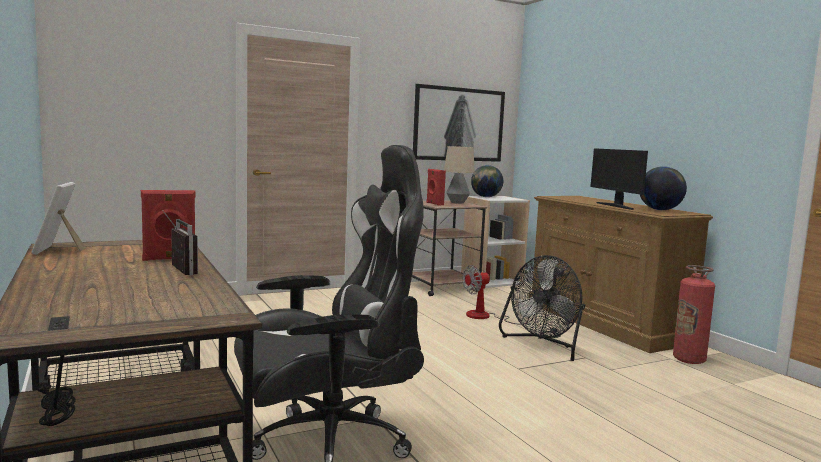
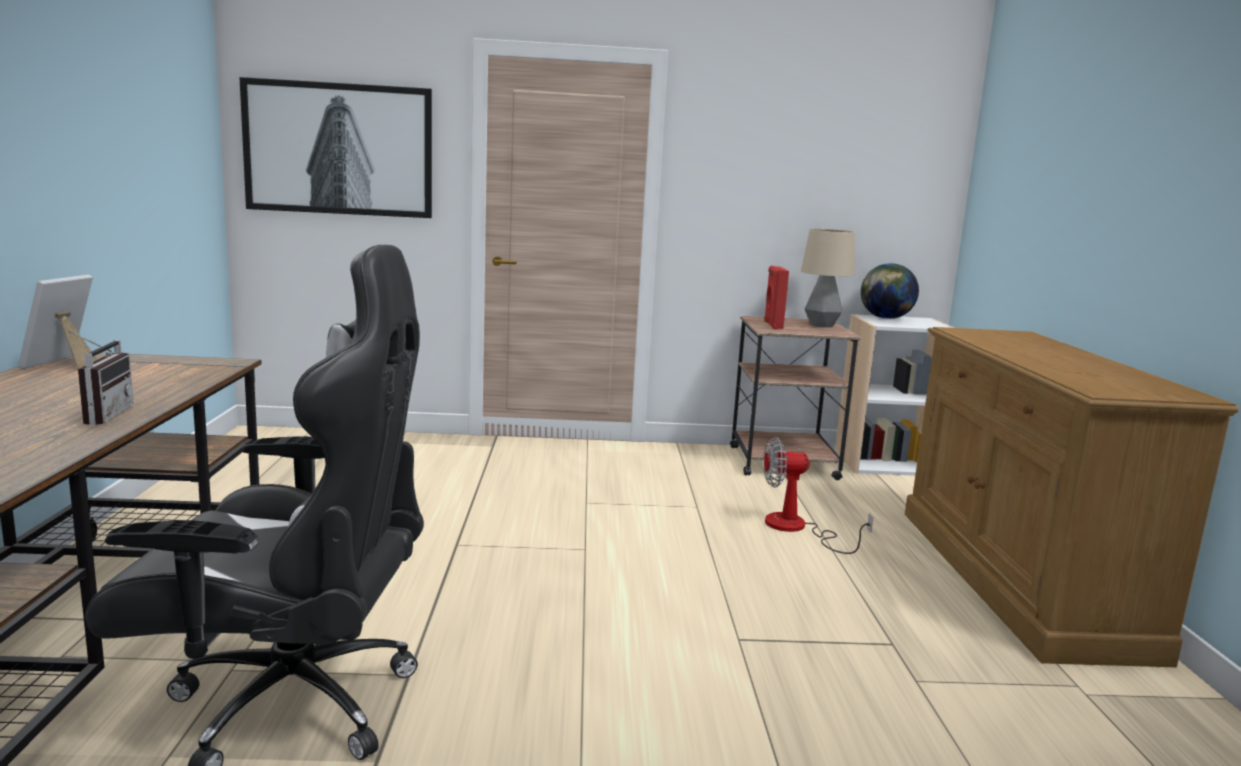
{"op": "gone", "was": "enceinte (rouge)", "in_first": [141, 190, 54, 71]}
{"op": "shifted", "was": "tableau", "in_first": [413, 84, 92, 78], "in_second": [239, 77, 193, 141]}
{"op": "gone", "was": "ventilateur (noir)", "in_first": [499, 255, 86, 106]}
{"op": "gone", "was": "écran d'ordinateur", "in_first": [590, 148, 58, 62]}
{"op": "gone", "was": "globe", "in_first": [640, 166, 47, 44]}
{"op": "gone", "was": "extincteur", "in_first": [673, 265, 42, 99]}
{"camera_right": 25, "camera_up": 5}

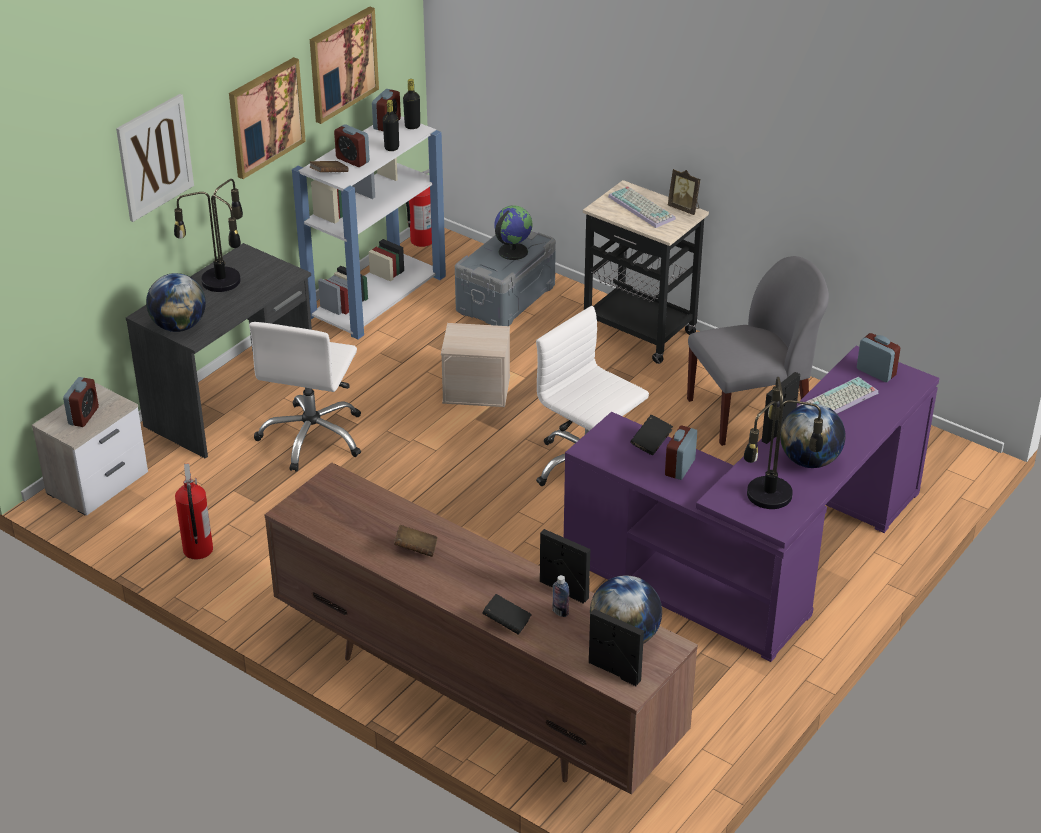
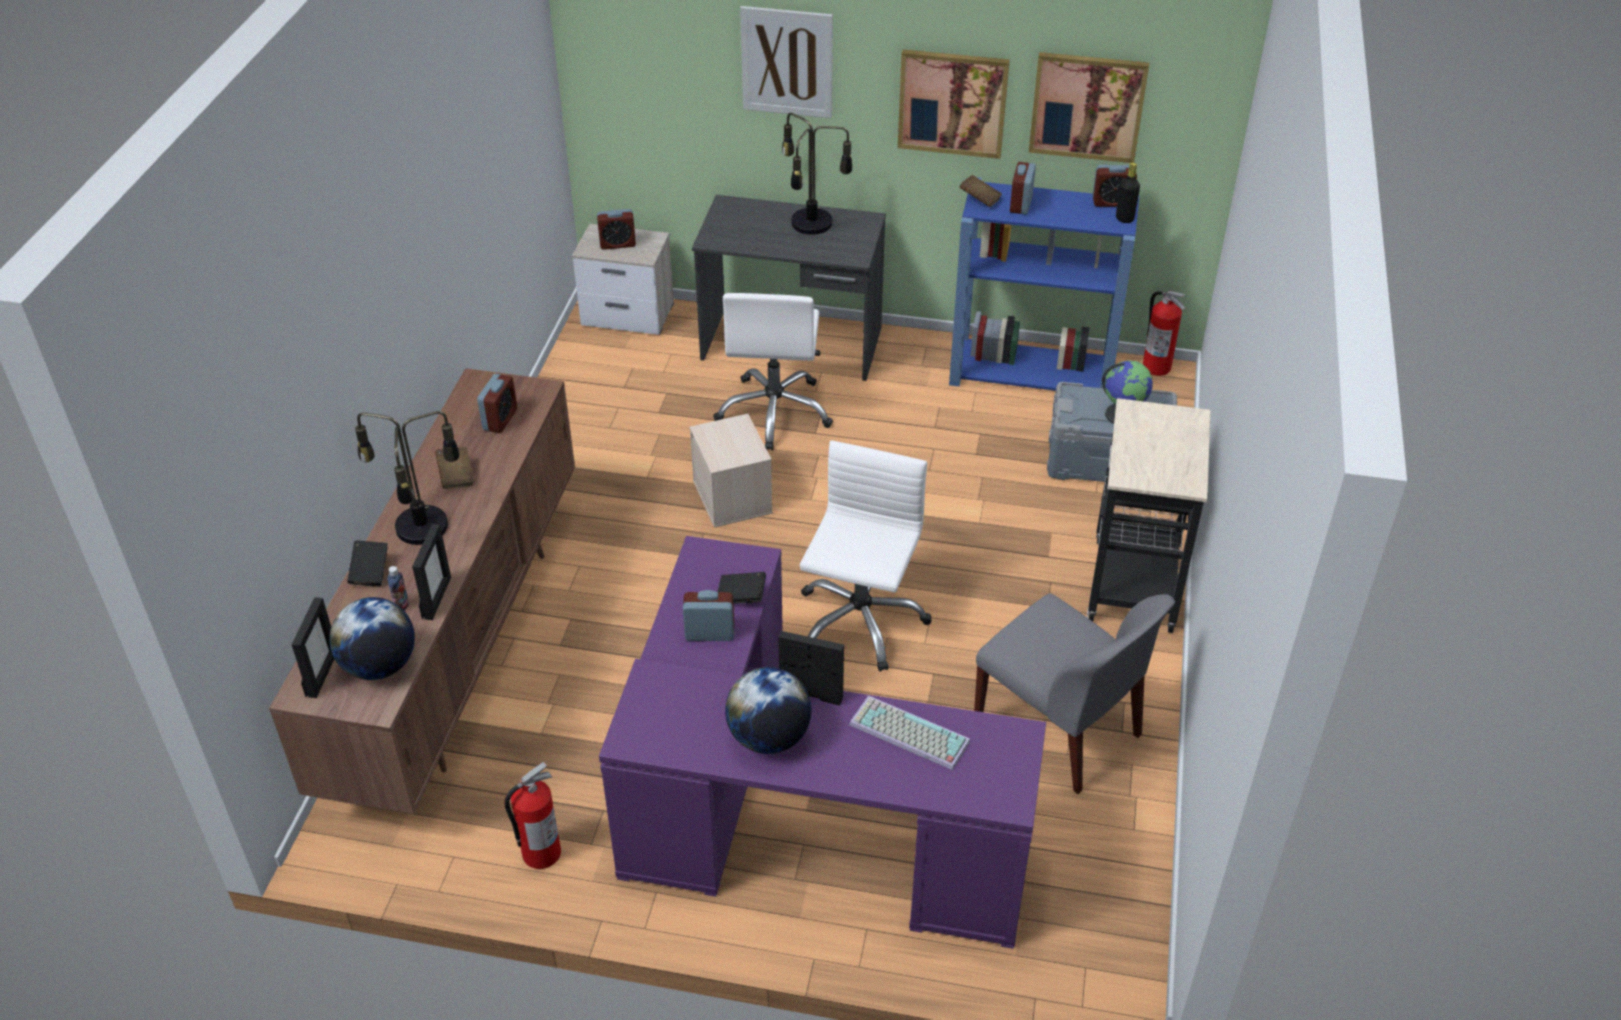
{"op": "gone", "was": "globe", "in_first": [146, 273, 60, 59]}
{"op": "shifted", "was": "extincteur", "in_first": [175, 463, 38, 97], "in_second": [504, 762, 57, 107]}
{"op": "rotated", "was": "chaise de bureau (blanc)", "in_first": [249, 322, 112, 150], "in_second": [713, 293, 120, 157], "clockwise": -75}
{"op": "repainted", "was": "bibliothèque (blanc)", "now": "bibliothèque (bleu)", "in_first": [292, 116, 154, 224], "in_second": [949, 177, 191, 214]}
{"op": "gone", "was": "bouteille (noir)", "in_first": [383, 100, 16, 51]}
{"op": "shifted", "was": "boîte de rangement (beige)", "in_first": [441, 323, 69, 84], "in_second": [689, 414, 84, 114]}
{"op": "gone", "was": "clavier", "in_first": [608, 186, 68, 42]}
{"op": "gone", "was": "cadre photo", "in_first": [668, 169, 32, 46]}
{"op": "shifted", "was": "lampe de table", "in_first": [744, 377, 79, 132], "in_second": [355, 411, 104, 134]}
{"op": "shifted", "was": "réveil", "in_first": [857, 333, 43, 49], "in_second": [477, 374, 40, 59]}
{"camera_right": 65, "camera_up": 5}

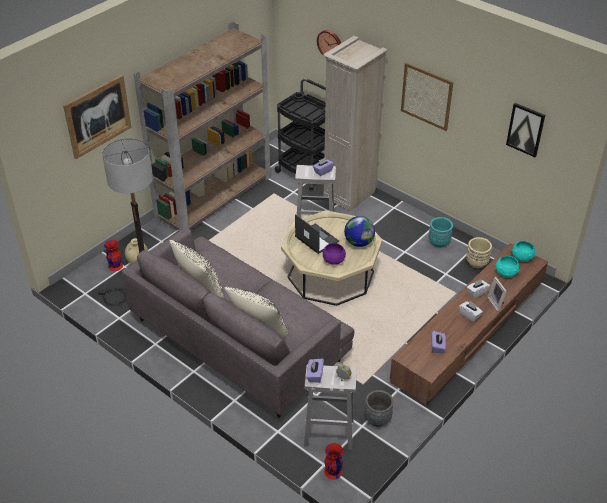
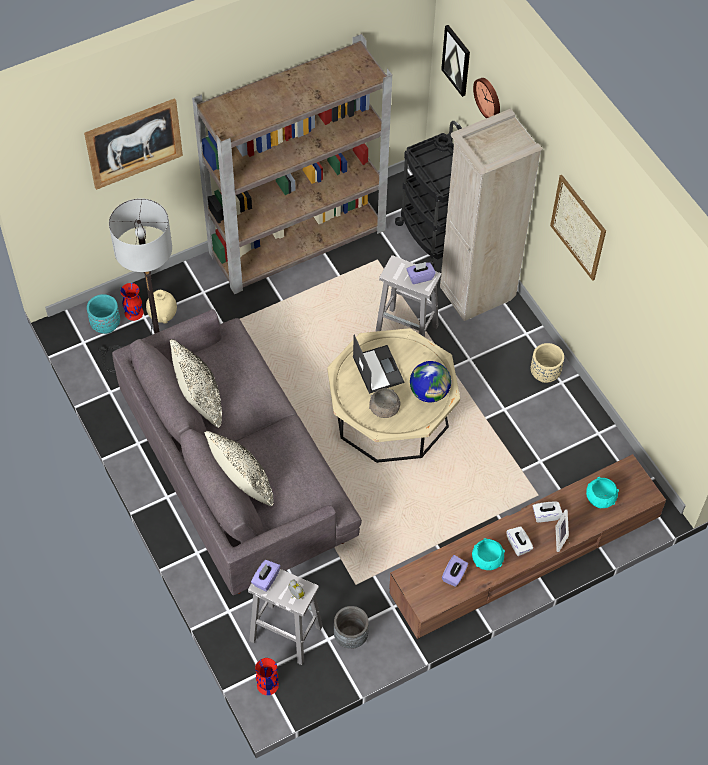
{"op": "repainted", "was": "bol (violet)", "now": "bol (gris)", "in_first": [322, 243, 24, 22], "in_second": [369, 388, 32, 30]}
{"op": "shifted", "was": "cache-pot (turquoise)", "in_first": [429, 217, 24, 30], "in_second": [87, 294, 33, 40]}
{"op": "shifted", "was": "cache-pot (beige)", "in_first": [466, 237, 26, 31], "in_second": [530, 343, 34, 40]}
{"op": "shifted", "was": "tableau", "in_first": [506, 103, 39, 54], "in_second": [441, 25, 29, 72]}
{"op": "shifted", "was": "bol (turquoise)", "in_first": [512, 241, 24, 21], "in_second": [472, 538, 33, 32]}
{"camera_right": 20, "camera_up": 15}

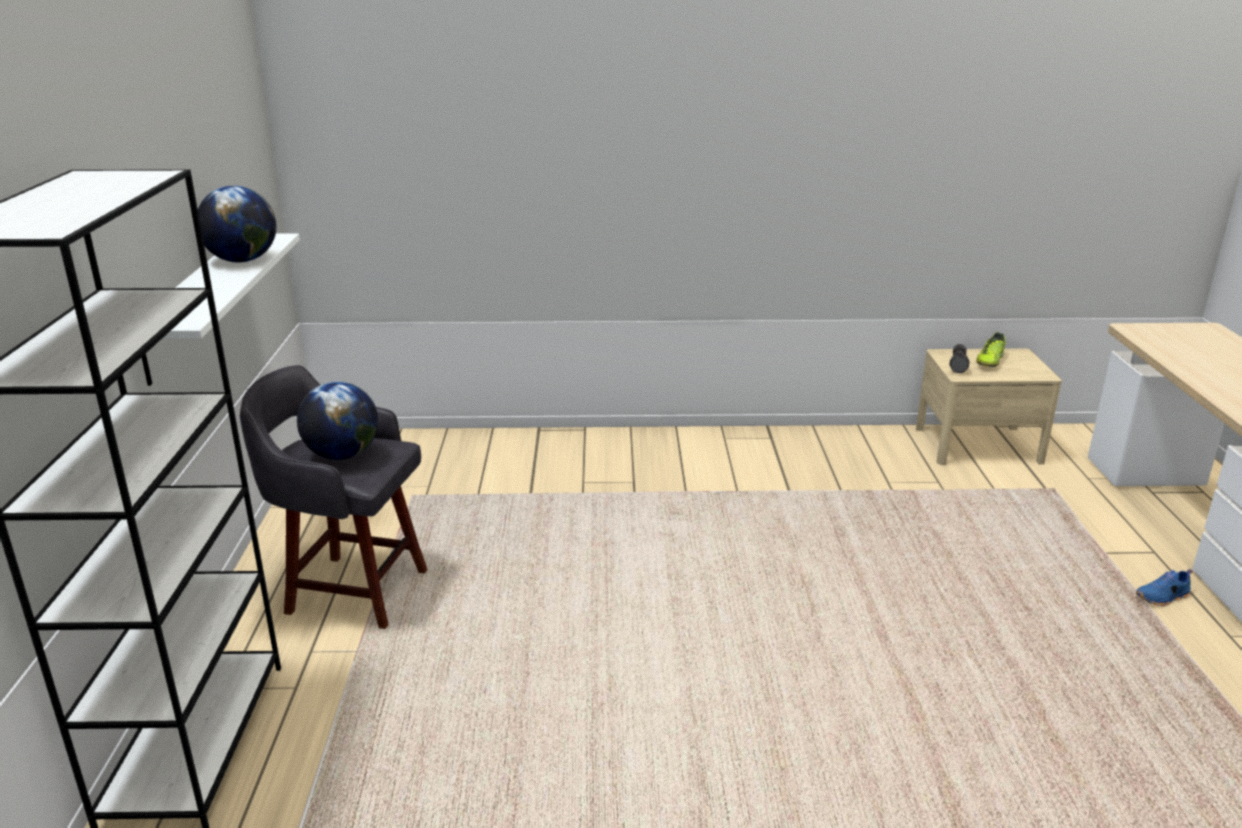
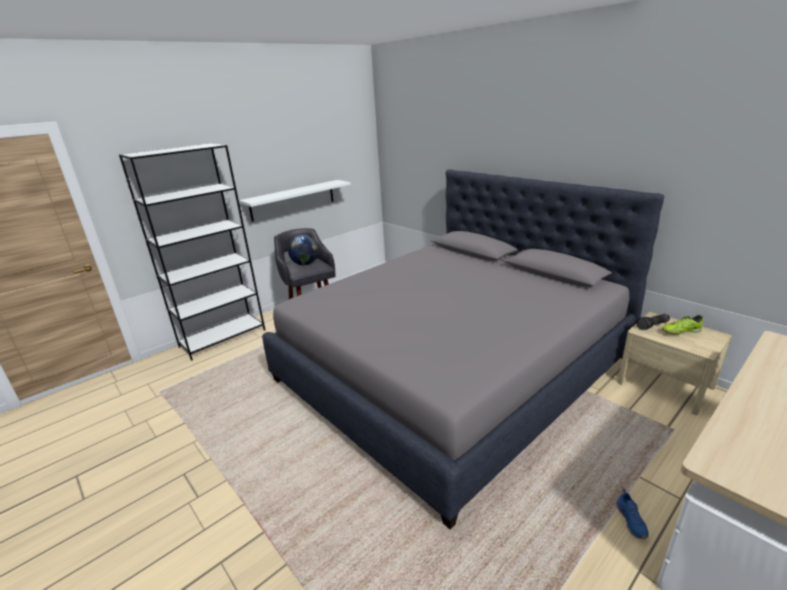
{"op": "gone", "was": "globe", "in_first": [198, 186, 78, 77]}
{"op": "rotated", "was": "chaussure (bleu)", "in_first": [1136, 569, 57, 37], "in_second": [615, 489, 34, 50], "clockwise": -120}
{"op": "new", "now": "lit (gris)", "in_second": [262, 170, 402, 359]}
{"camera_right": 50, "camera_up": 0}

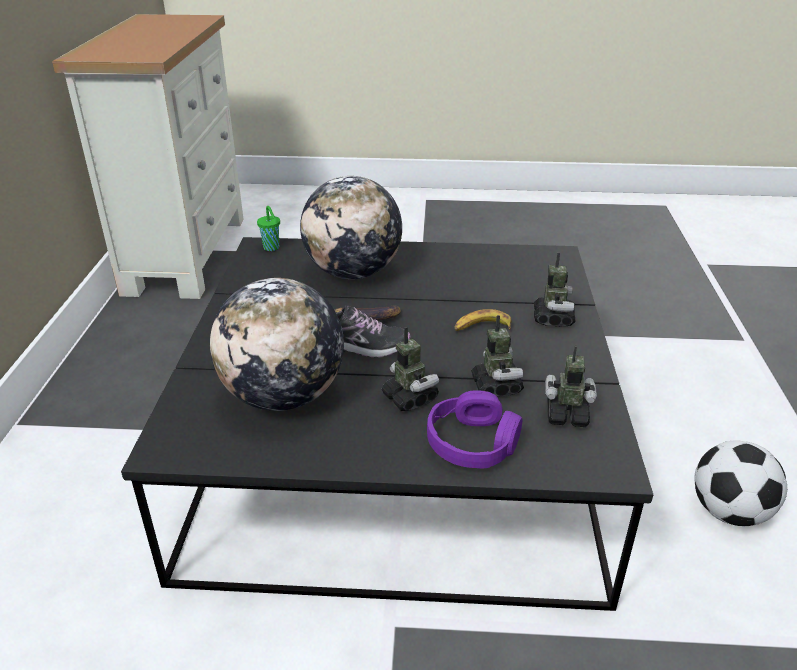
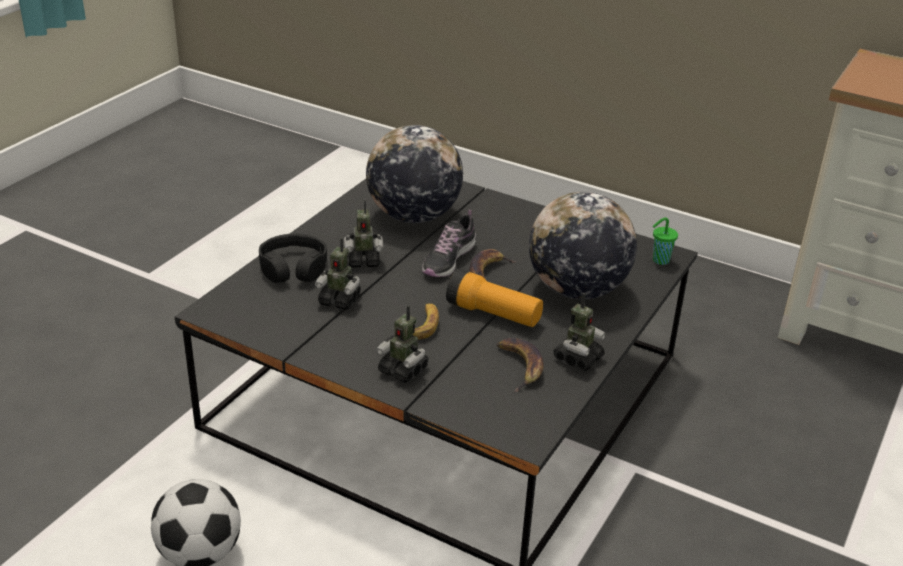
{"op": "repainted", "was": "casque audio (violet)", "now": "casque audio (noir)", "in_first": [427, 390, 95, 79], "in_second": [259, 234, 68, 49]}
{"op": "shifted", "was": "robot jouet", "in_first": [545, 345, 52, 82], "in_second": [553, 293, 53, 78]}
{"op": "new", "now": "lampe de poche", "in_second": [446, 269, 97, 58]}
{"op": "new", "now": "banane", "in_second": [496, 338, 47, 54]}
{"camera_right": 115, "camera_up": 0}

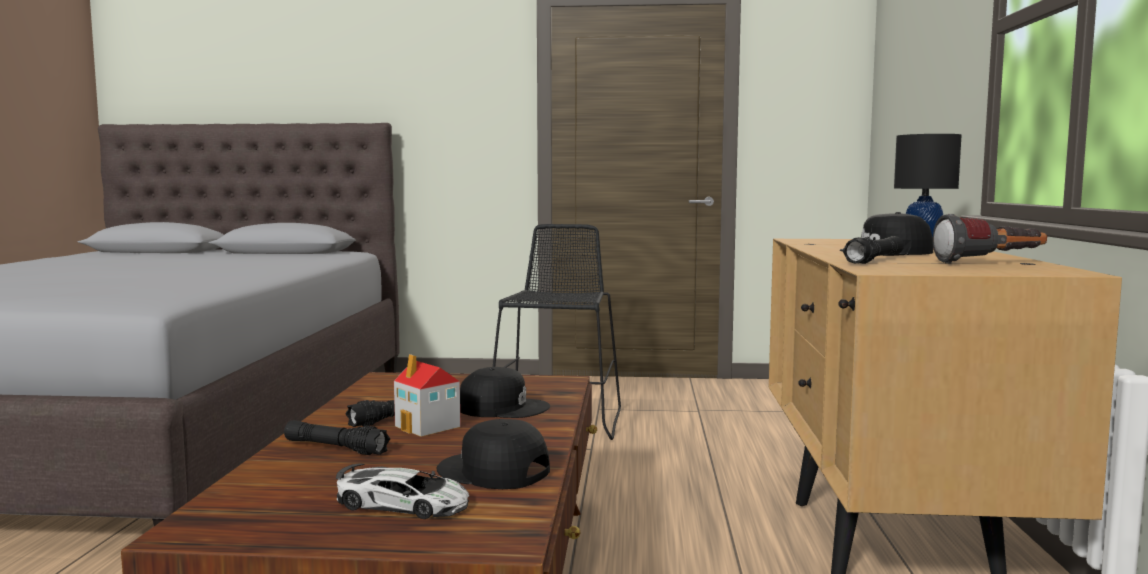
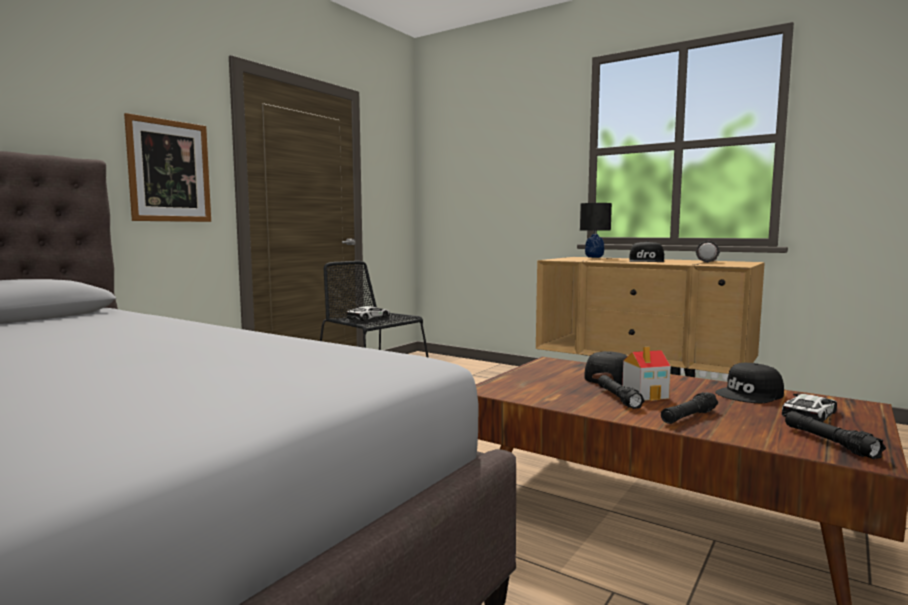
{"op": "shifted", "was": "lampe de poche (noir)", "in_first": [843, 236, 61, 28], "in_second": [785, 411, 101, 48]}
{"op": "new", "now": "tableau", "in_second": [124, 113, 87, 109]}
{"op": "new", "now": "petite voiture", "in_second": [346, 306, 44, 15]}
{"camera_right": -60, "camera_up": 0}

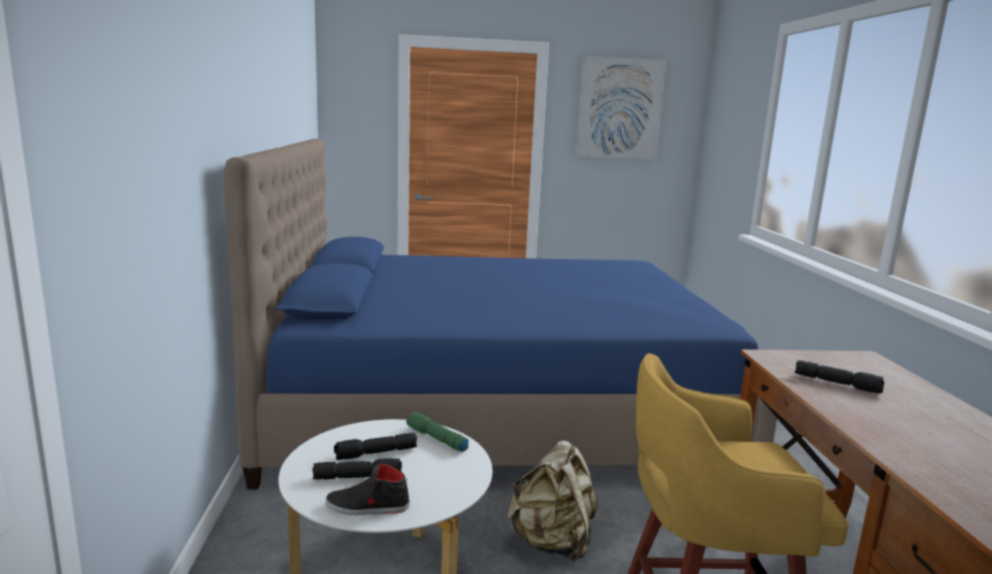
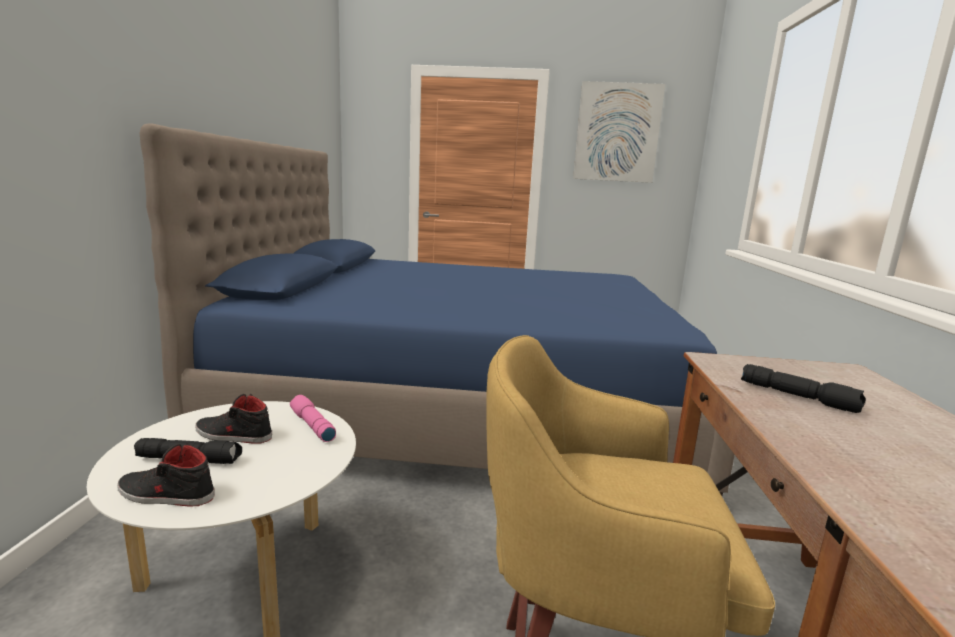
{"op": "swapped", "was": "lampe de poche (noir)", "now": "chaussure (noir)", "in_first": [334, 433, 83, 27], "in_second": [196, 394, 76, 50]}
{"op": "repainted", "was": "lampe de poche (vert)", "now": "lampe de poche (rose)", "in_first": [406, 412, 63, 40], "in_second": [290, 395, 46, 47]}
{"op": "gone", "was": "sac à dos (beige)", "in_first": [507, 440, 91, 123]}
{"camera_right": 10, "camera_up": 0}

